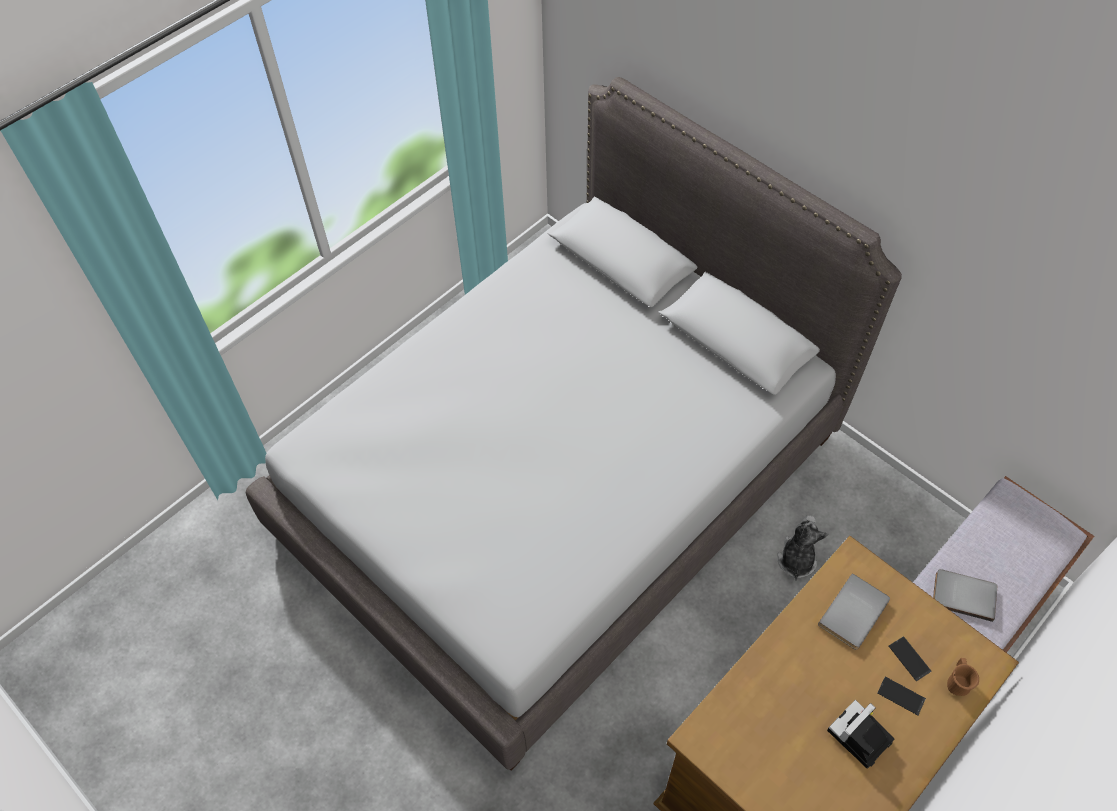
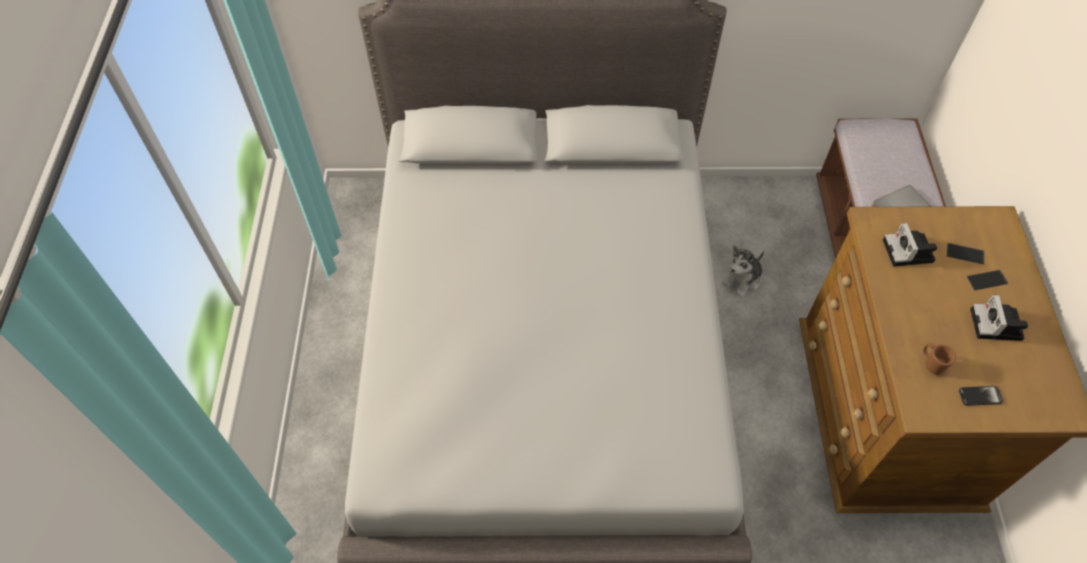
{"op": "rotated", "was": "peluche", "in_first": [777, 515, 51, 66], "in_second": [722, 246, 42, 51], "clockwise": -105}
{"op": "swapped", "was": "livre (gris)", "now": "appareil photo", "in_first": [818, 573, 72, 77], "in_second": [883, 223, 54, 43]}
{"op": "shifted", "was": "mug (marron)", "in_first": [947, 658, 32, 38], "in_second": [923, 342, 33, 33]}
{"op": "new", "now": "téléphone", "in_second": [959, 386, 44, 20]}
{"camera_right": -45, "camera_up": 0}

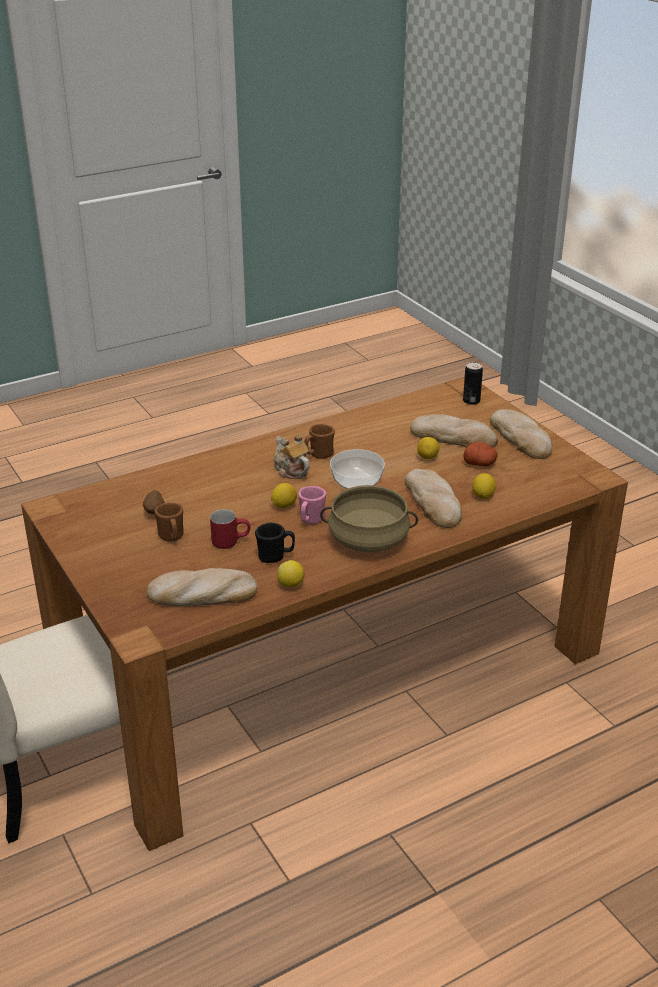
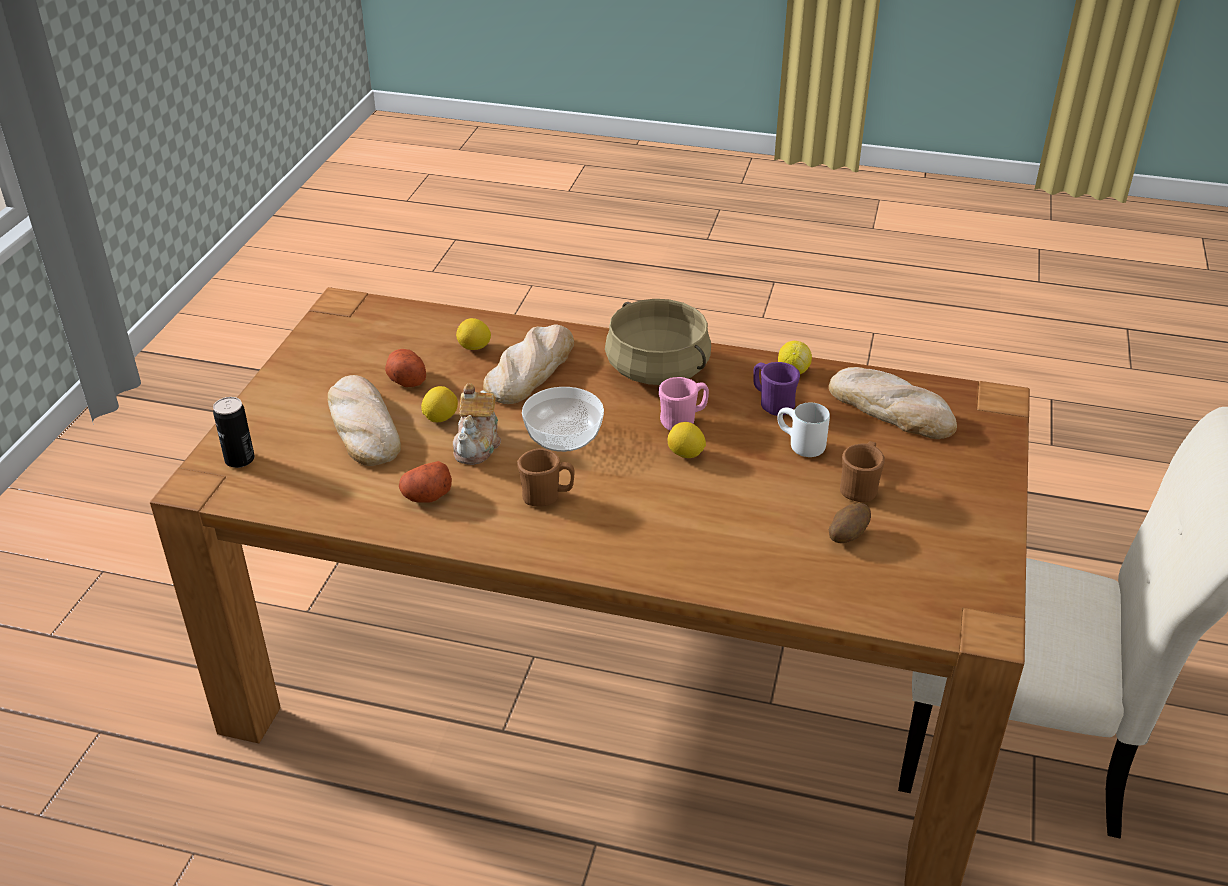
{"op": "repainted", "was": "mug (rouge)", "now": "mug (blanc)", "in_first": [210, 510, 40, 39], "in_second": [777, 402, 53, 55]}
{"op": "repainted", "was": "mug (noir)", "now": "mug (violet)", "in_first": [255, 523, 40, 40], "in_second": [753, 362, 47, 54]}
{"op": "shifted", "was": "théière", "in_first": [273, 433, 37, 46], "in_second": [453, 383, 49, 82]}
{"op": "gone", "was": "pain", "in_first": [490, 409, 62, 50]}
{"op": "new", "now": "pomme de terre", "in_second": [399, 461, 53, 42]}
{"camera_right": -135, "camera_up": 5}

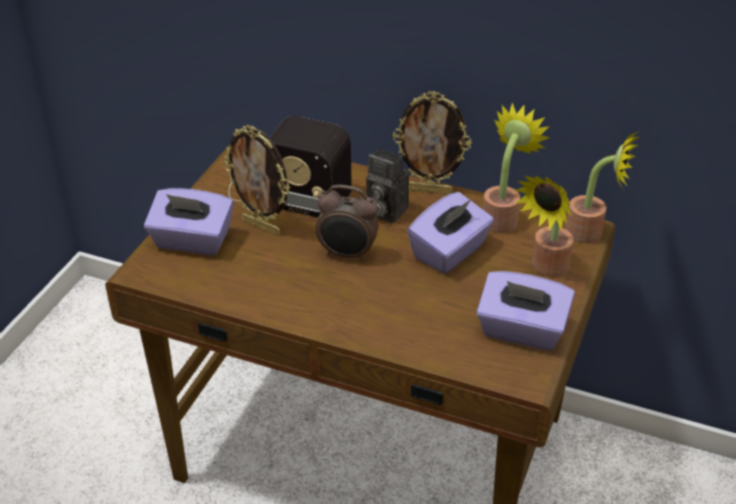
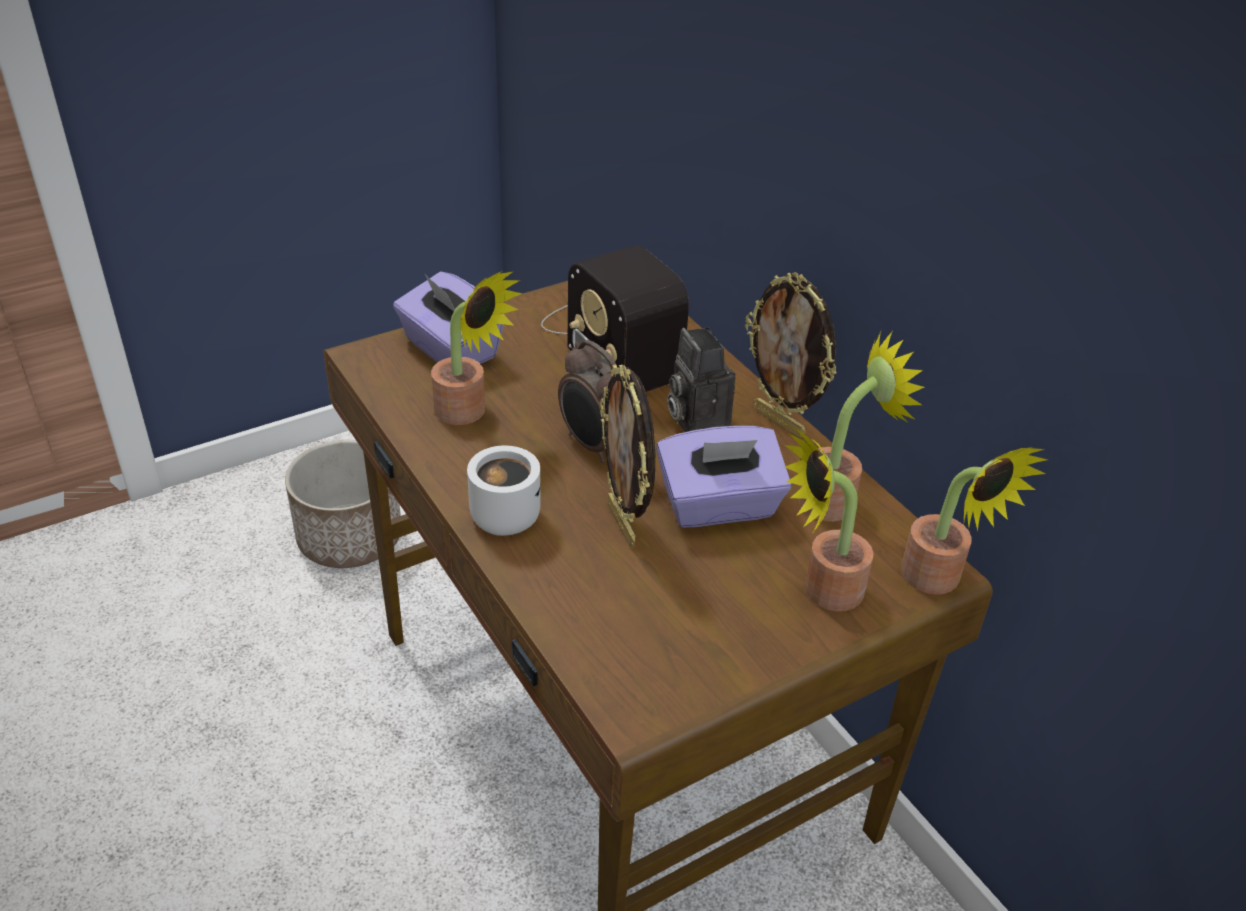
{"op": "shifted", "was": "cadre photo", "in_first": [223, 125, 67, 111], "in_second": [600, 364, 55, 183]}
{"op": "gone", "was": "boîte à mouchoirs (violet)", "in_first": [476, 271, 99, 79]}
{"op": "new", "now": "cache-pot", "in_second": [285, 440, 116, 128]}
{"op": "new", "now": "plante en pot", "in_second": [431, 271, 92, 154]}
{"op": "new", "now": "mug (blanc)", "in_second": [467, 446, 74, 90]}
{"camera_right": 35, "camera_up": 0}

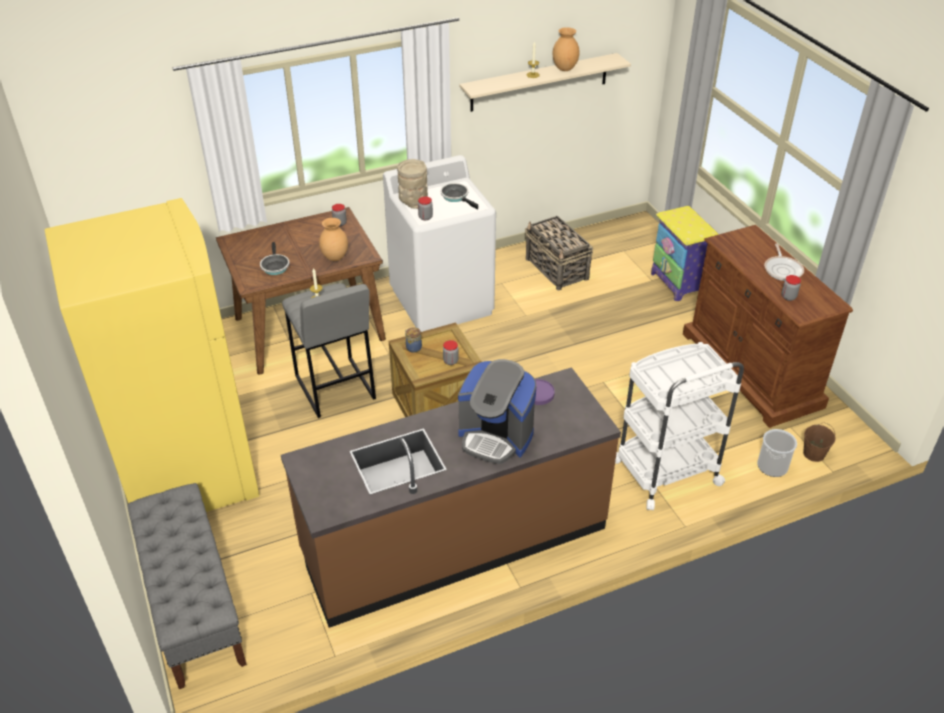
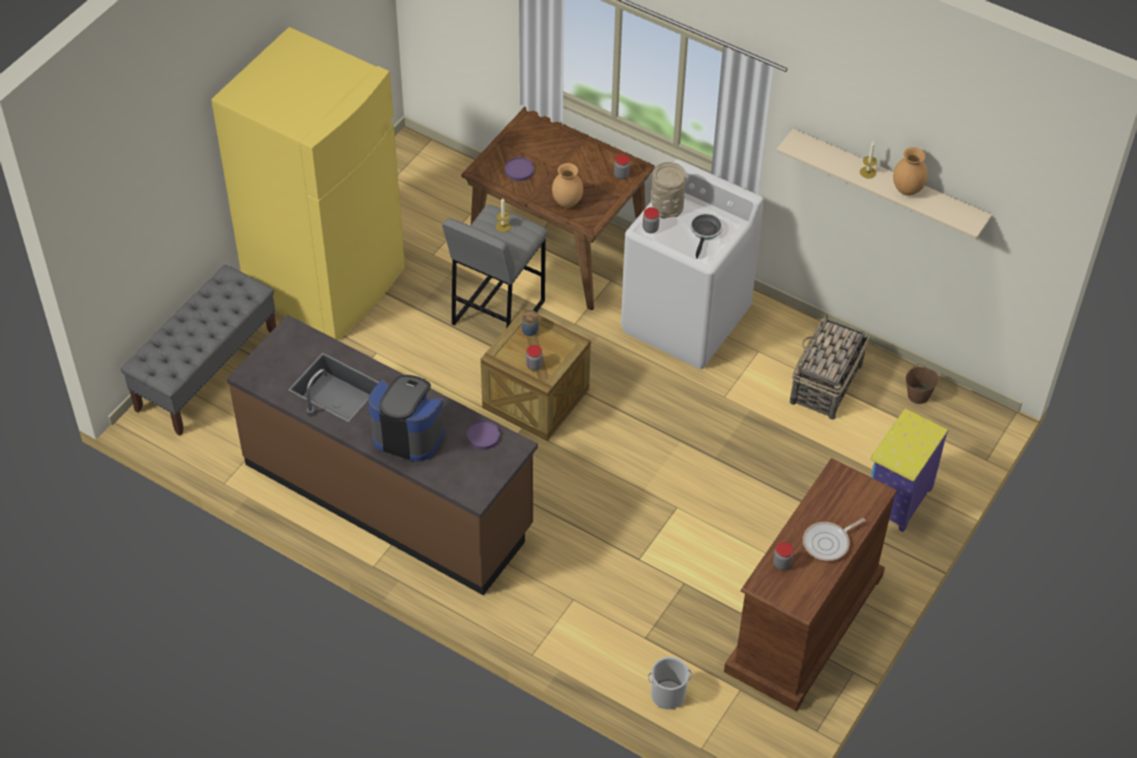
{"op": "swapped", "was": "poêle", "now": "assiette (violet)", "in_first": [260, 242, 30, 33], "in_second": [505, 157, 29, 24]}
{"op": "rotated", "was": "machine à café", "in_first": [458, 359, 78, 105], "in_second": [368, 375, 77, 87], "clockwise": 120}
{"op": "gone", "was": "chariot (blanc)", "in_first": [615, 342, 129, 168]}
{"op": "shifted", "was": "seau (marron)", "in_first": [803, 423, 33, 39], "in_second": [906, 364, 33, 40]}
{"camera_right": 55, "camera_up": 10}

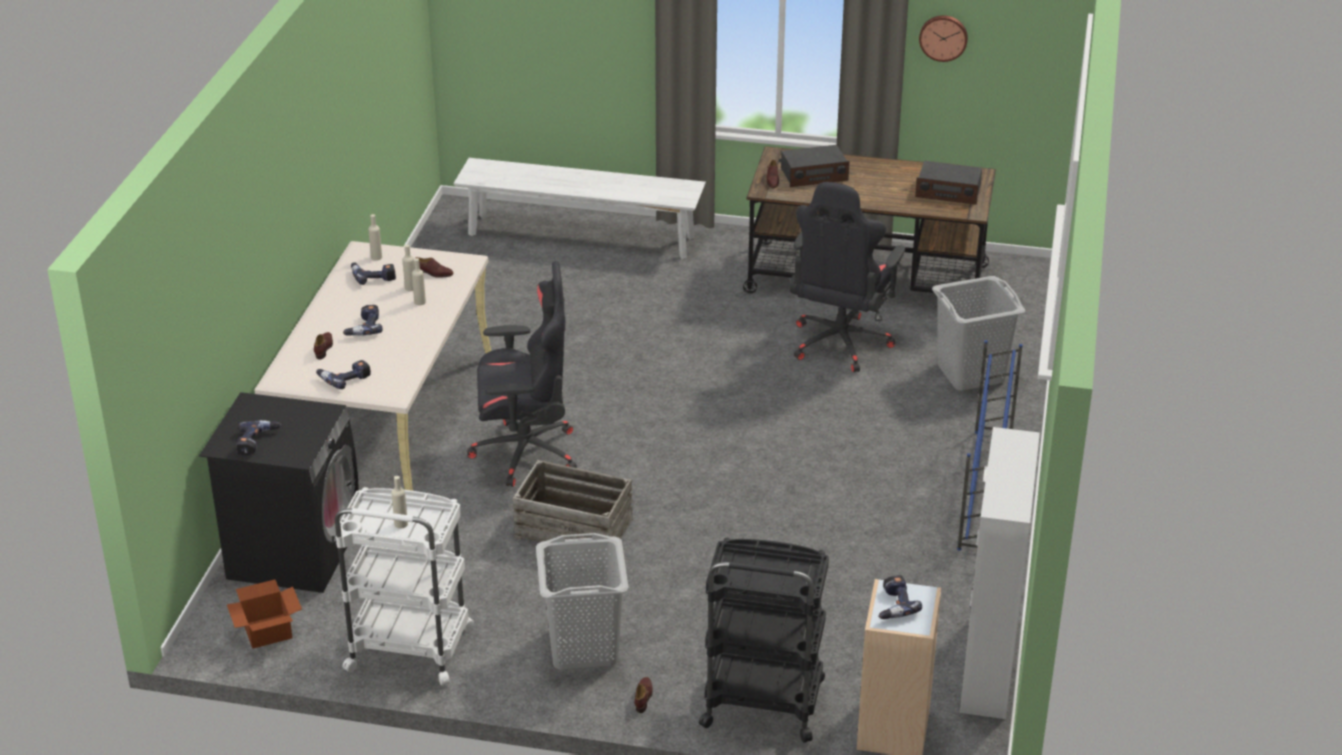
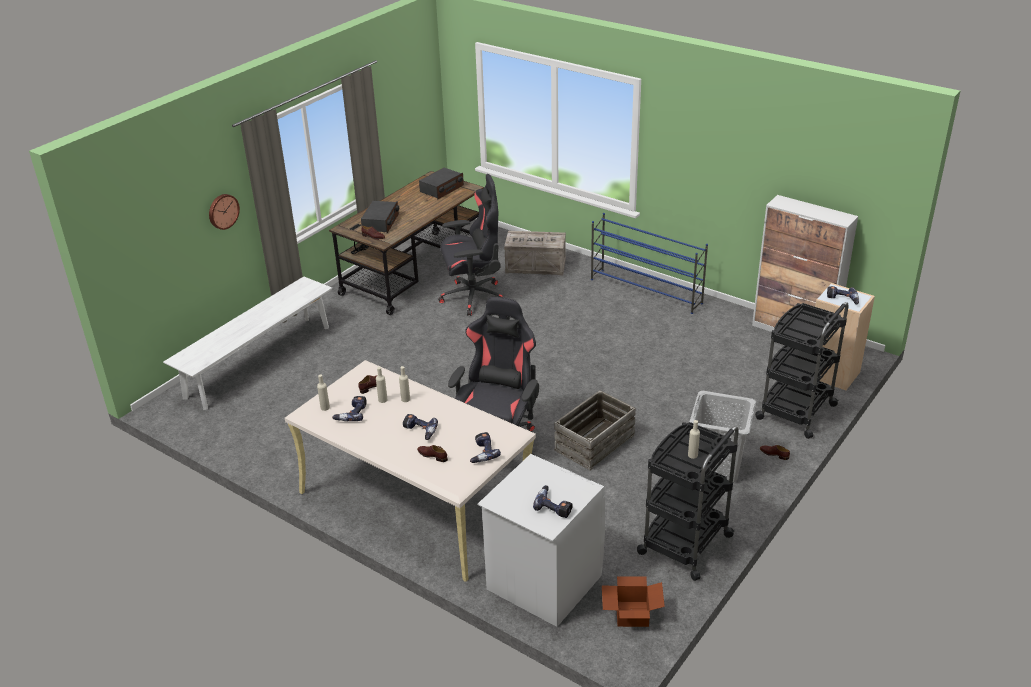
{"op": "repainted", "was": "lave-linge (noir)", "now": "lave-linge (blanc)", "in_first": [199, 392, 160, 201], "in_second": [477, 454, 128, 173]}
{"op": "repainted", "was": "chariot (blanc)", "now": "chariot (noir)", "in_first": [335, 487, 139, 199], "in_second": [637, 422, 102, 159]}
{"op": "rotated", "was": "chaise de bureau (noir)", "in_first": [790, 182, 115, 190], "in_second": [438, 174, 65, 142], "clockwise": -60}
{"op": "shifted", "was": "horloge murale", "in_first": [919, 15, 49, 47], "in_second": [209, 194, 31, 36]}
{"op": "swapped", "was": "panier à linge (gris)", "now": "caisse", "in_first": [932, 276, 93, 115], "in_second": [504, 231, 62, 45]}
{"camera_right": -65, "camera_up": 0}

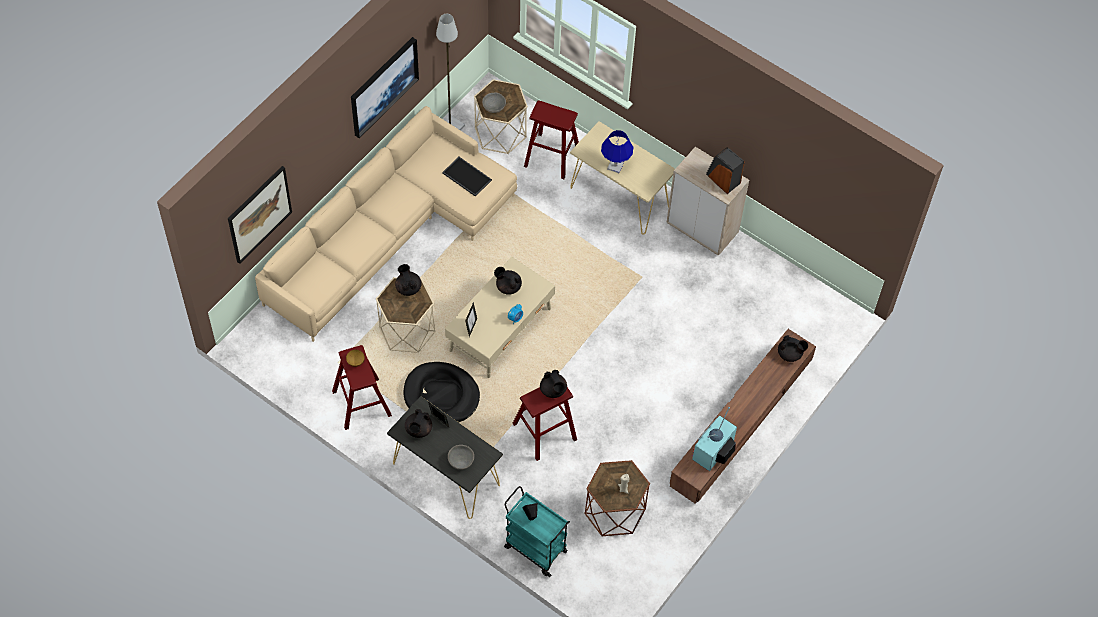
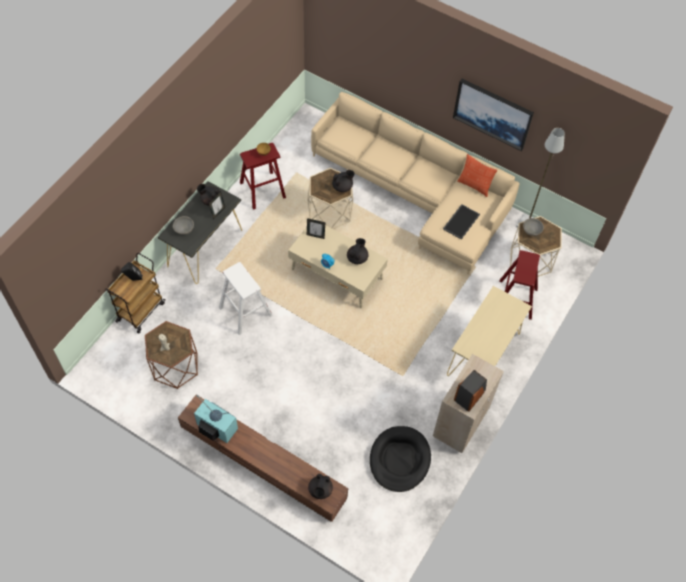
{"op": "gone", "was": "tableau", "in_first": [228, 166, 64, 98]}
{"op": "shifted", "was": "panier pour chien (noir)", "in_first": [403, 362, 77, 60], "in_second": [370, 426, 61, 66]}
{"op": "repainted", "was": "chariot (turquoise)", "now": "chariot (marron)", "in_first": [504, 486, 66, 92], "in_second": [105, 253, 60, 80]}
{"op": "repainted", "was": "tabouret (rouge)", "now": "tabouret (blanc)", "in_first": [513, 387, 64, 74], "in_second": [219, 262, 53, 73]}
{"op": "gone", "was": "théière (noir)", "in_first": [540, 369, 27, 29]}
{"op": "gone", "was": "lampe de table (bleu)", "in_first": [601, 130, 32, 43]}
{"op": "new", "now": "coussin (orange)", "in_second": [457, 154, 40, 43]}
{"camera_right": 85, "camera_up": 0}

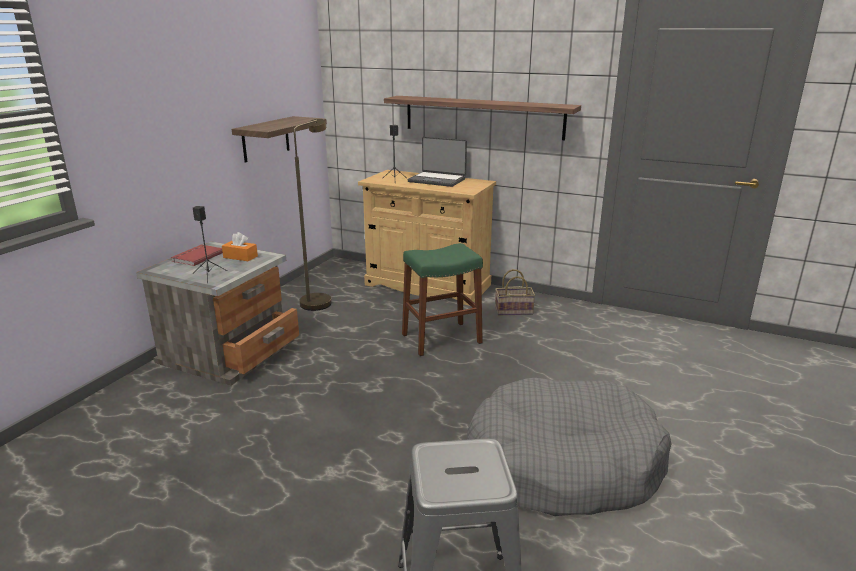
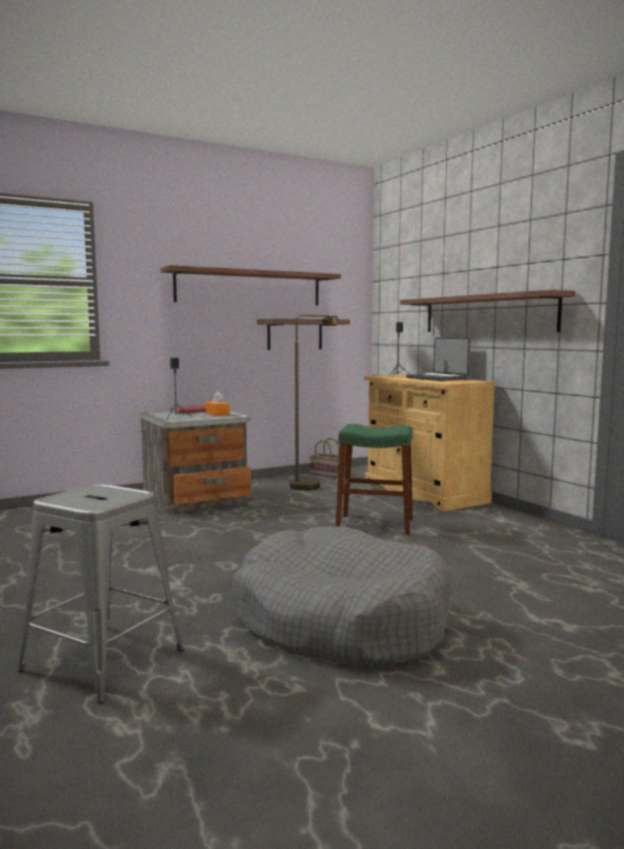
{"op": "shifted", "was": "panier", "in_first": [495, 269, 40, 46], "in_second": [310, 438, 30, 40]}
{"op": "new", "now": "étagère", "in_second": [161, 265, 180, 41]}
{"camera_right": 35, "camera_up": -15}

